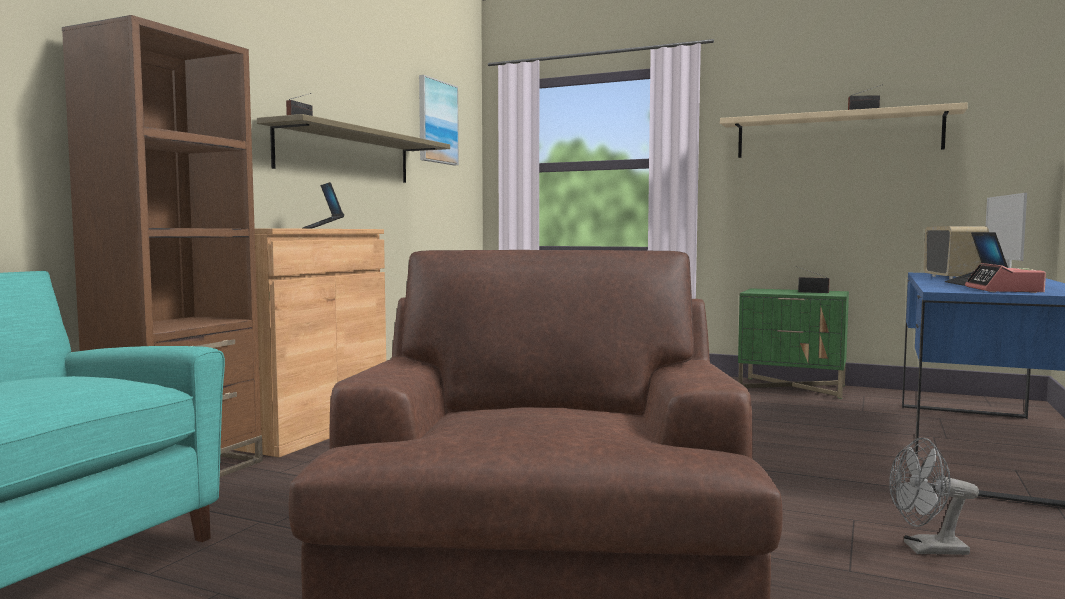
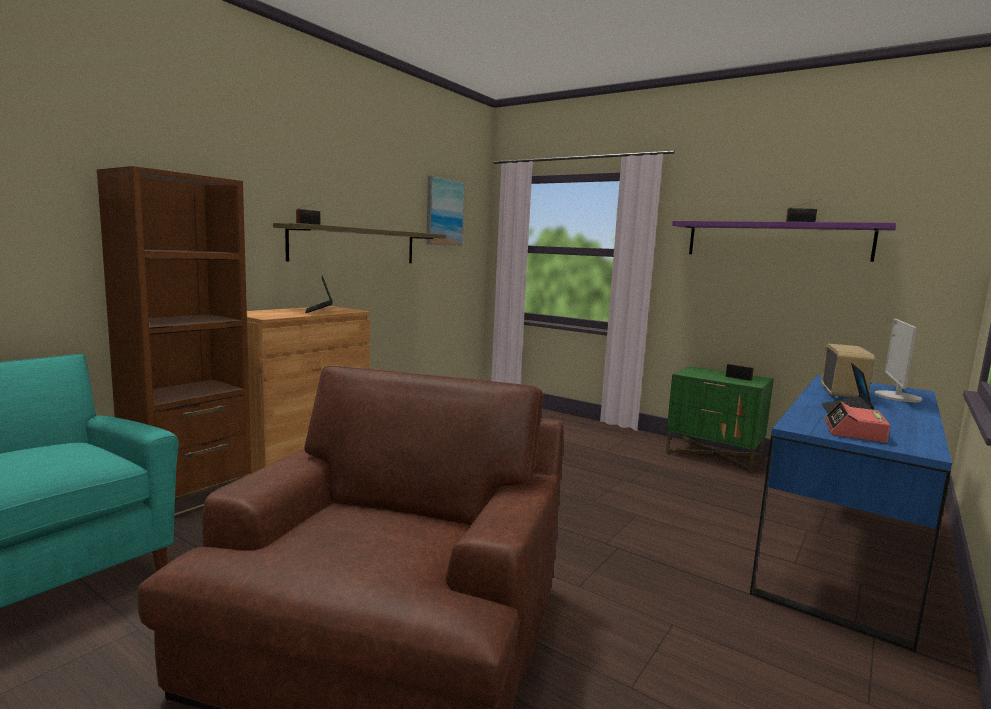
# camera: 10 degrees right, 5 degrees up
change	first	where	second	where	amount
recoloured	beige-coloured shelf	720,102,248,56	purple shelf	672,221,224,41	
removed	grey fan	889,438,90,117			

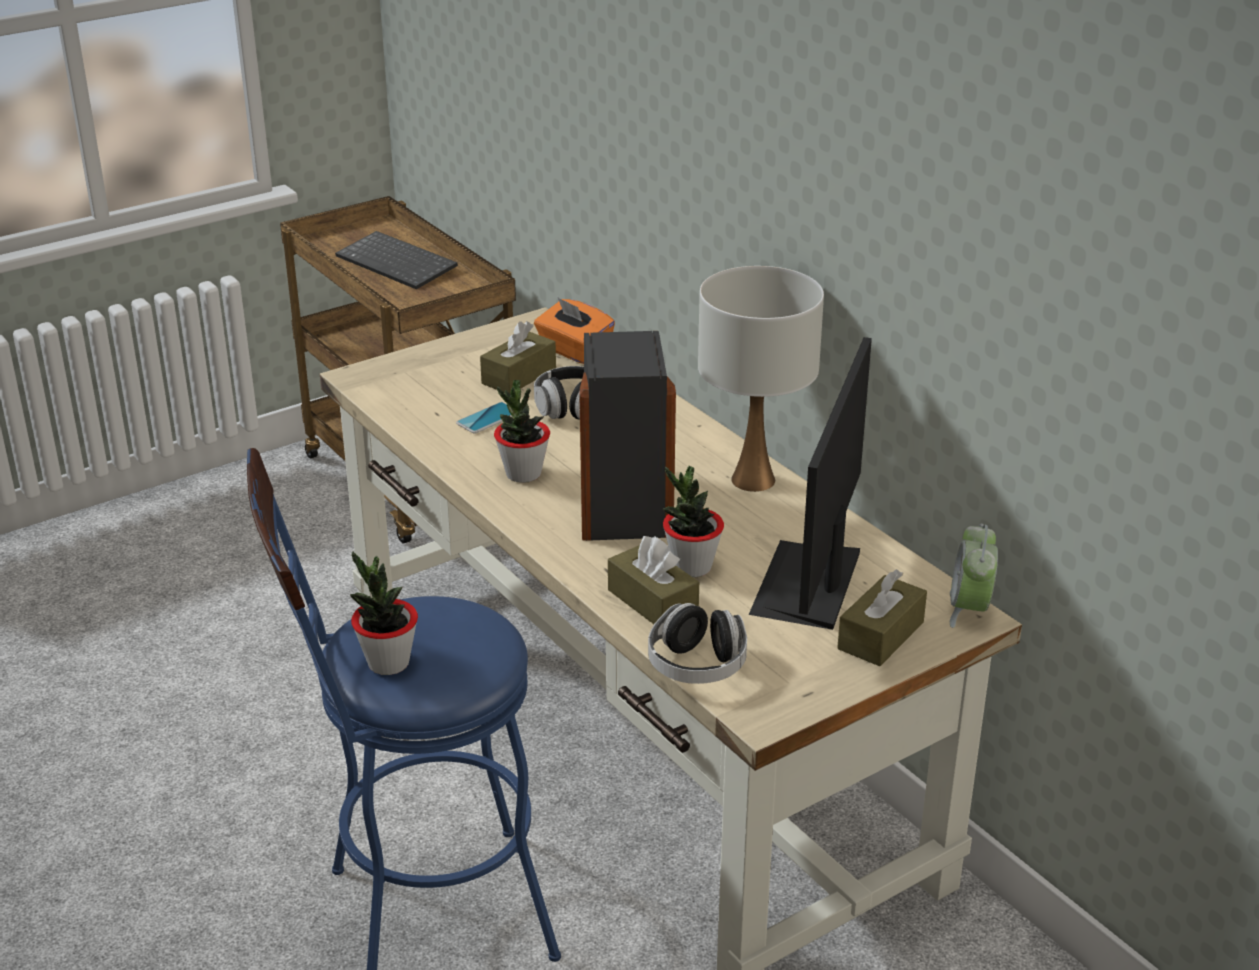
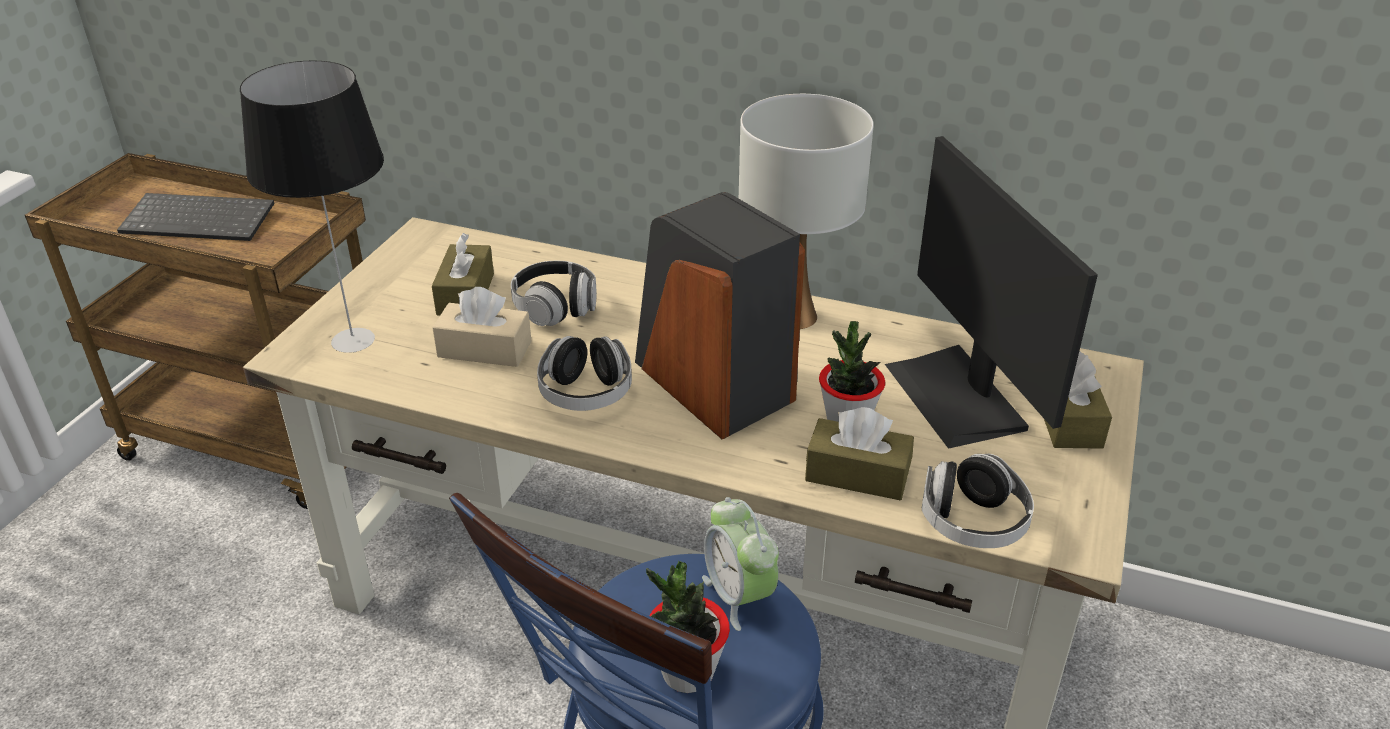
# camera: 35 degrees left, 5 degrees up
change	first	where	second	where	amount
replaced	phone	456,402,57,32	beige-coloured tissue holder	432,287,99,80	
replaced	potted plant	494,380,56,103	headset	537,336,95,75	
removed	orangey tissue holder	534,297,81,67			
moved	alarm clock	950,524,48,104		702,497,77,134	
added			table lamp	240,61,144,292	

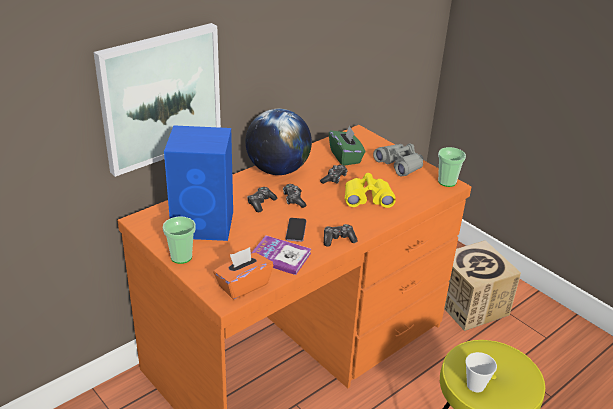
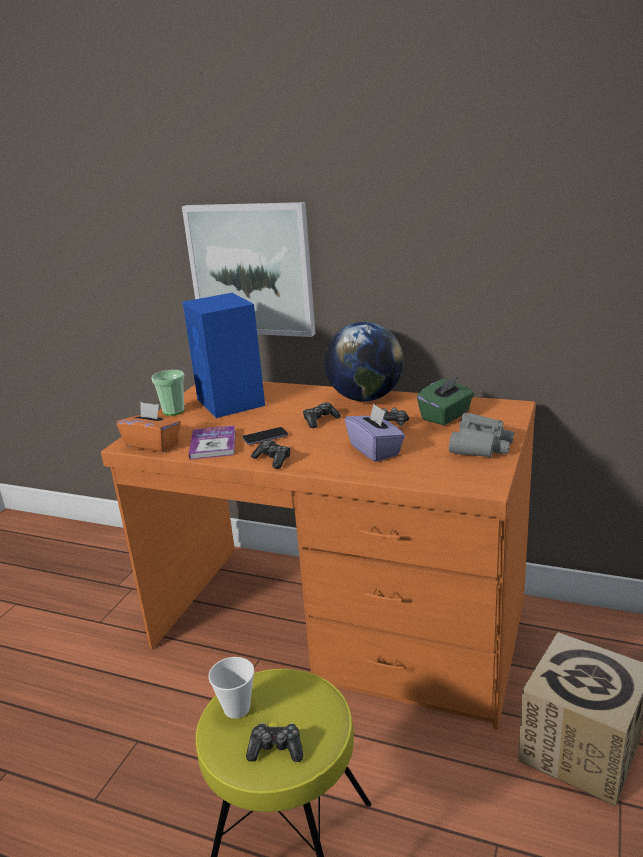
# camera: 65 degrees right, 10 degrees down
change	first	where	second	where	amount
moved	game controller	247,187,30,25		246,723,57,39	
replaced	yellowish binoculars	345,173,51,35	purple tissue holder	345,404,60,58	
removed	small cup	438,147,28,40			

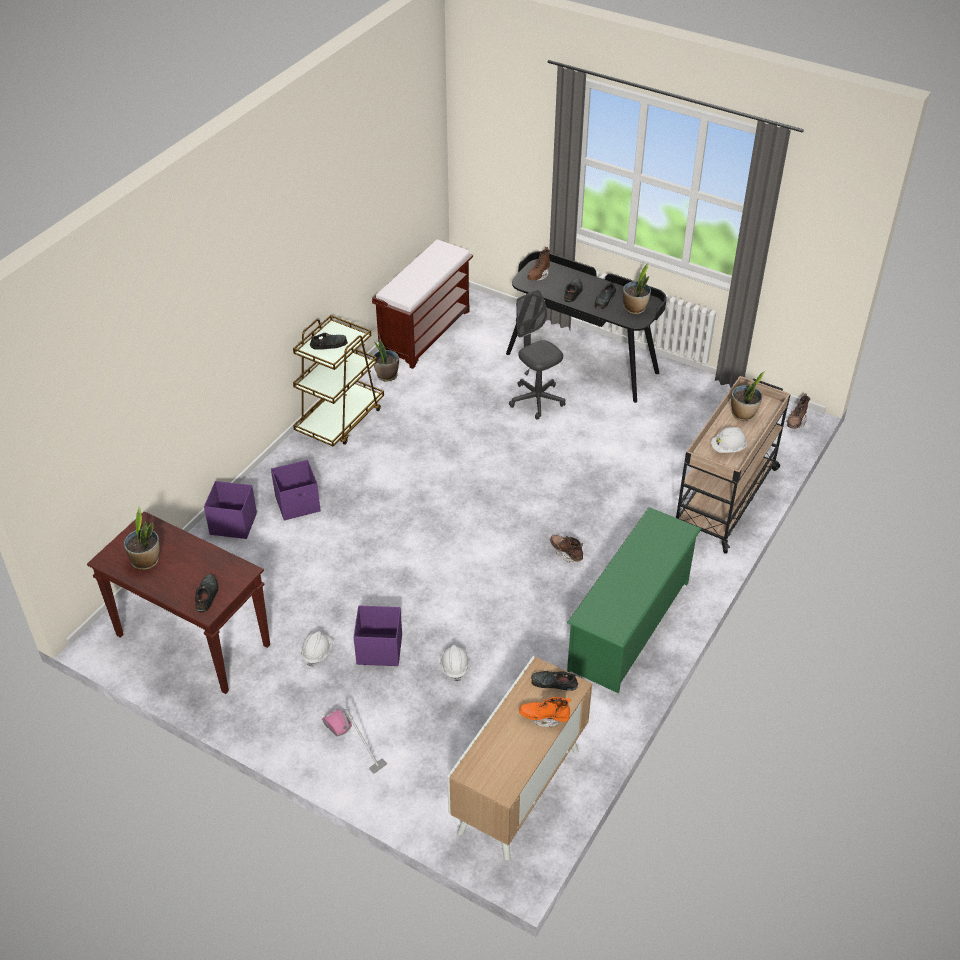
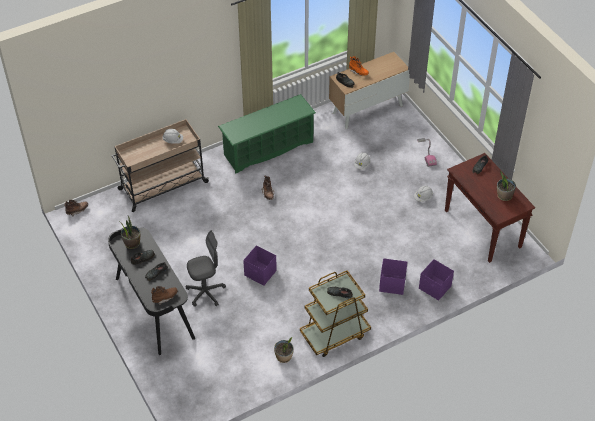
# camera: 150 degrees left, 5 degrees up
change	first	where	second	where	amount
moved	purple storage bin	354,605,48,61		243,245,34,41	
removed	brown indoor bench	372,239,101,130			
turned	grey office chair	509,290,56,130		186,230,40,77	105 degrees counterclockwise
removed	potted plant	731,371,34,50			

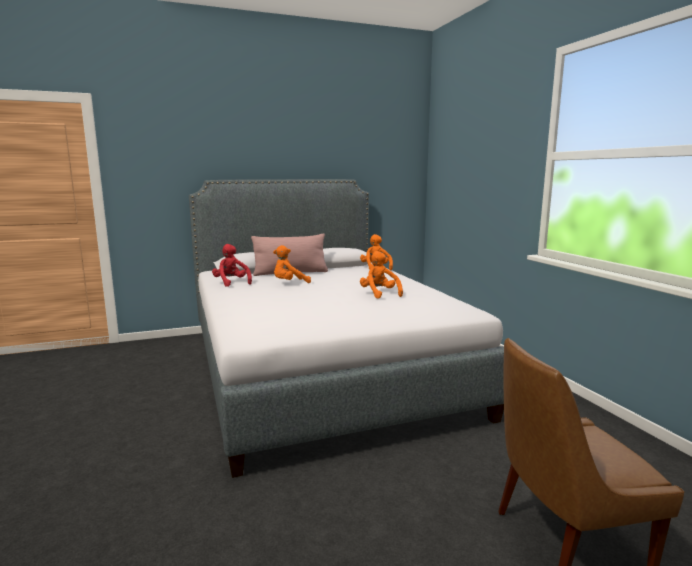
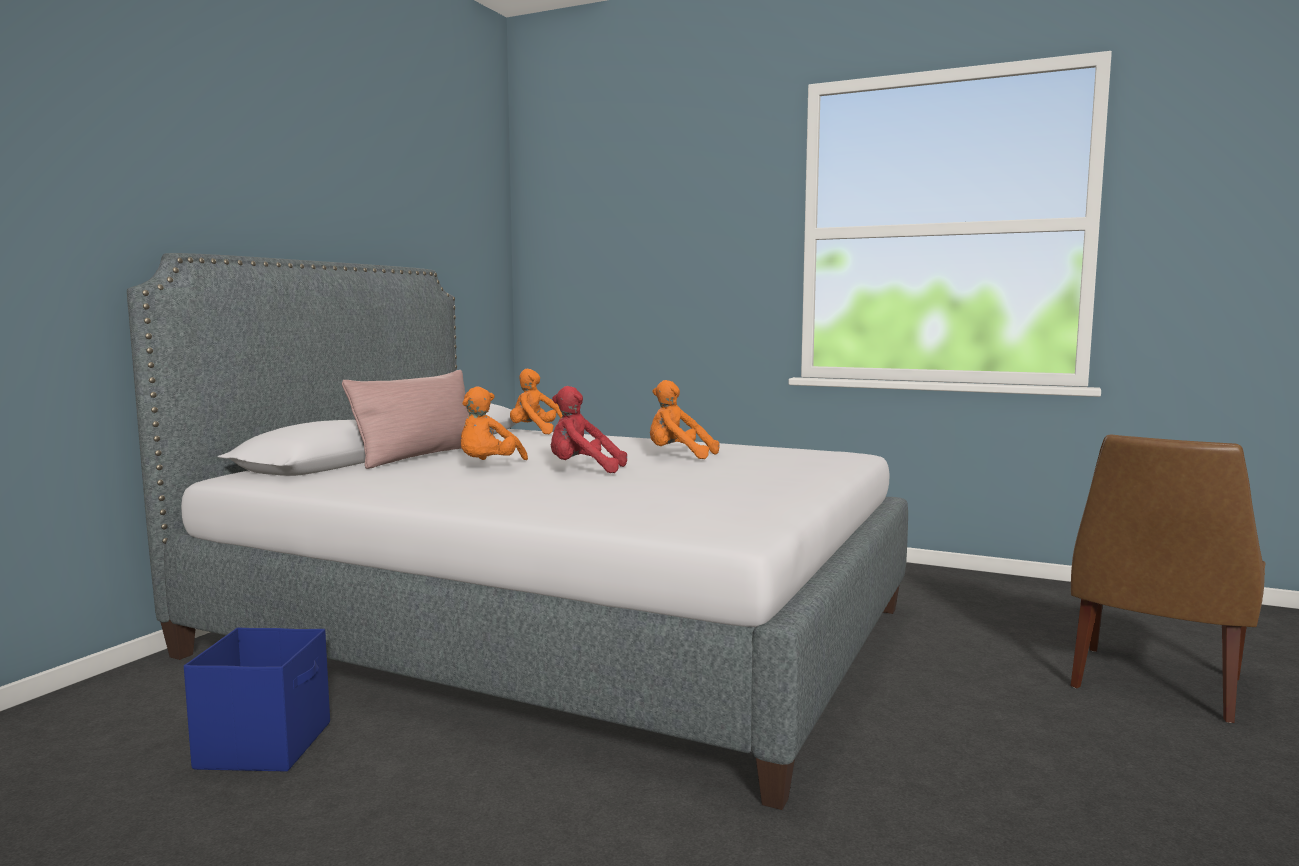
# camera: 45 degrees left, 5 degrees down
change	first	where	second	where	amount
moved	reddish cuddly toy	212,244,40,43		550,386,77,87	
added			bluish storage bin	184,628,146,144	

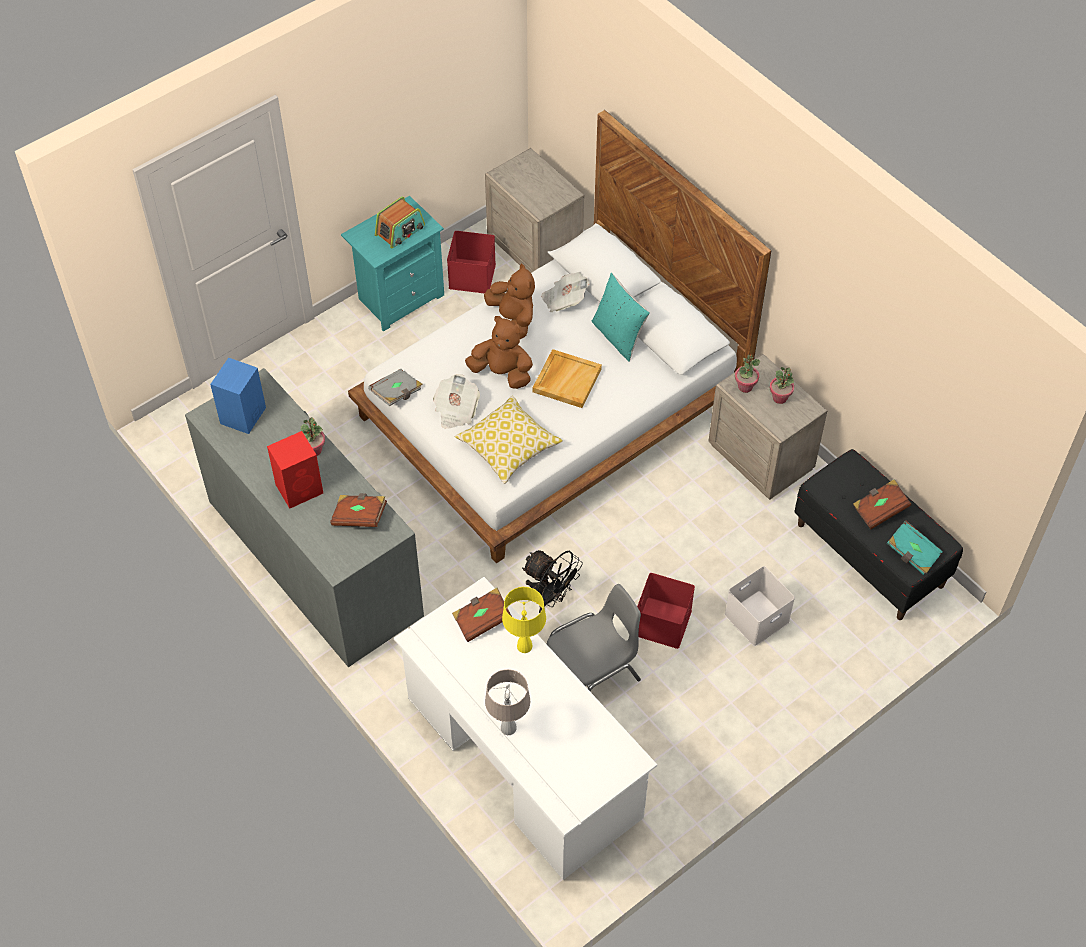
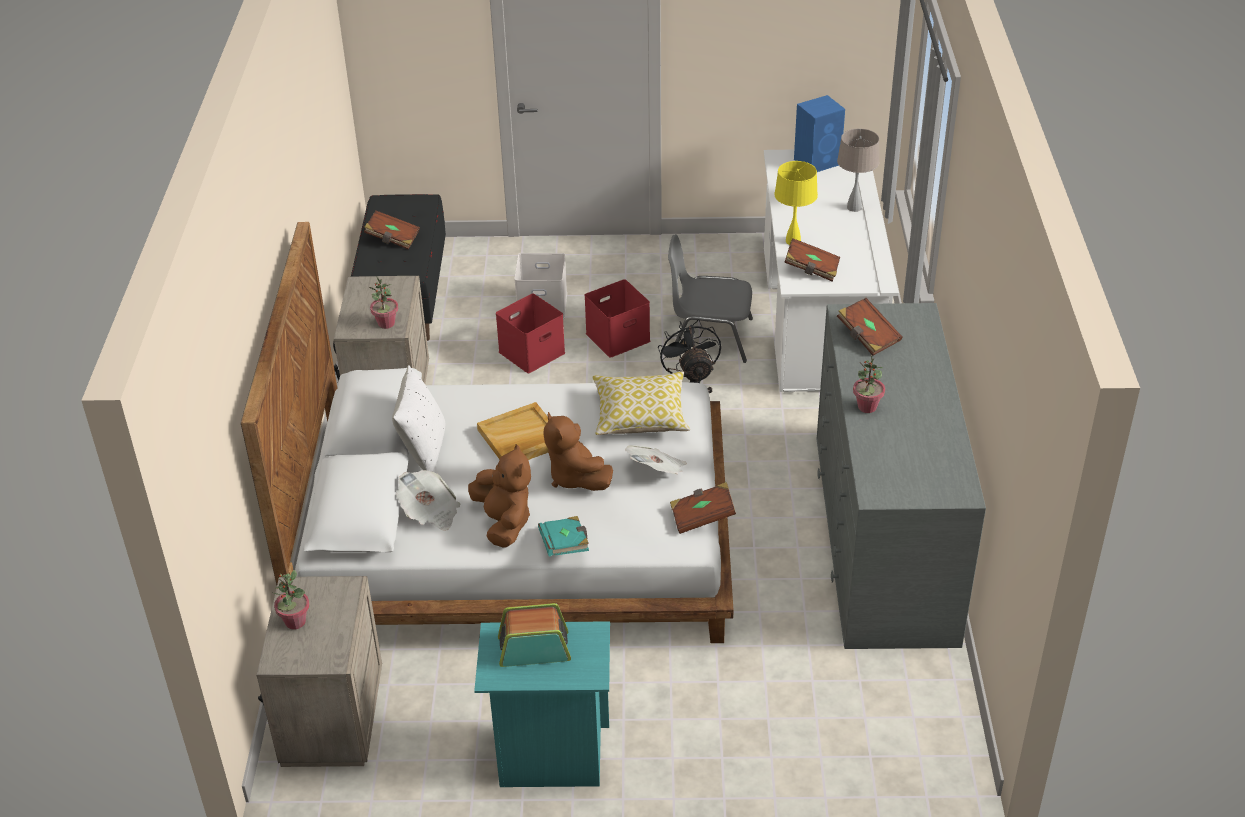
# camera: 140 degrees left, 15 degrees down
change	first	where	second	where	amount
moved	bluish audio speaker	210,358,56,76		794,95,51,77	
removed	reddish audio speaker	267,431,56,78			
recoloured	grey bound book	368,369,55,37	brown bound book	670,482,66,52	
moved	reddish storage bin	447,231,49,63		496,293,69,80	
turned	brown cuddly toy	484,264,51,75		468,444,63,104	150 degrees clockwise
recoloured	turquoise-coloured cushion	592,273,58,89	whitish cushion	392,365,54,107	
moved	potted plant	770,367,24,37		274,570,36,60	
moved	turquoise-coloured bound book	887,520,56,55		538,516,51,40	

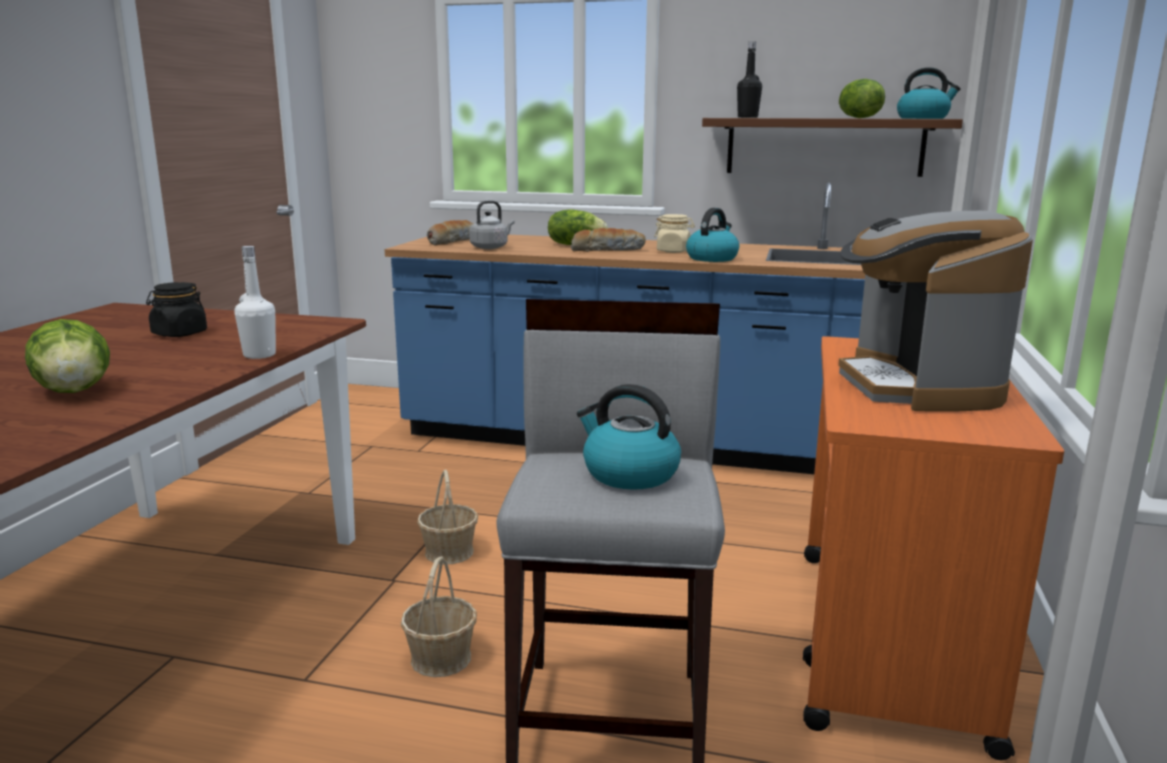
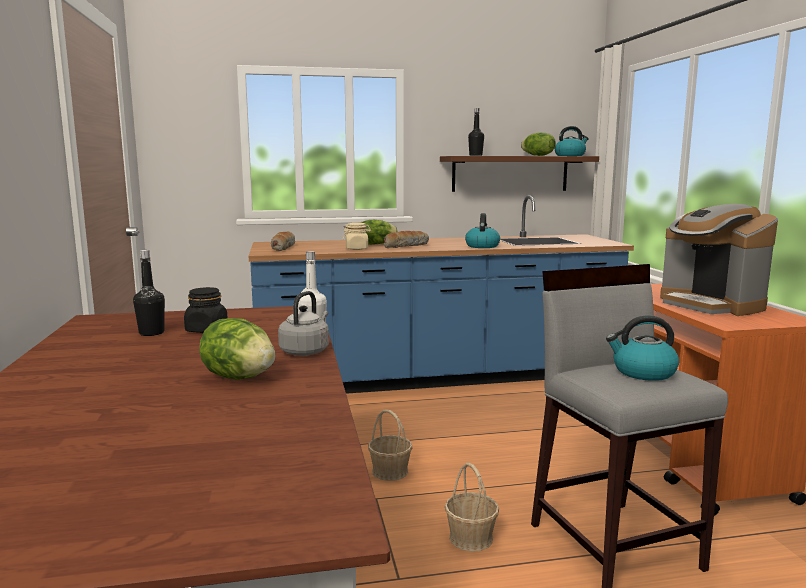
# camera: 25 degrees left, 5 degrees down
change	first	where	second	where	amount
moved	grey water kettle	469,201,46,48		278,291,51,65	
moved	beige-coloured storage jar	654,214,41,39		343,223,28,27	
added			black-coloured drink bottle	133,250,32,86	

